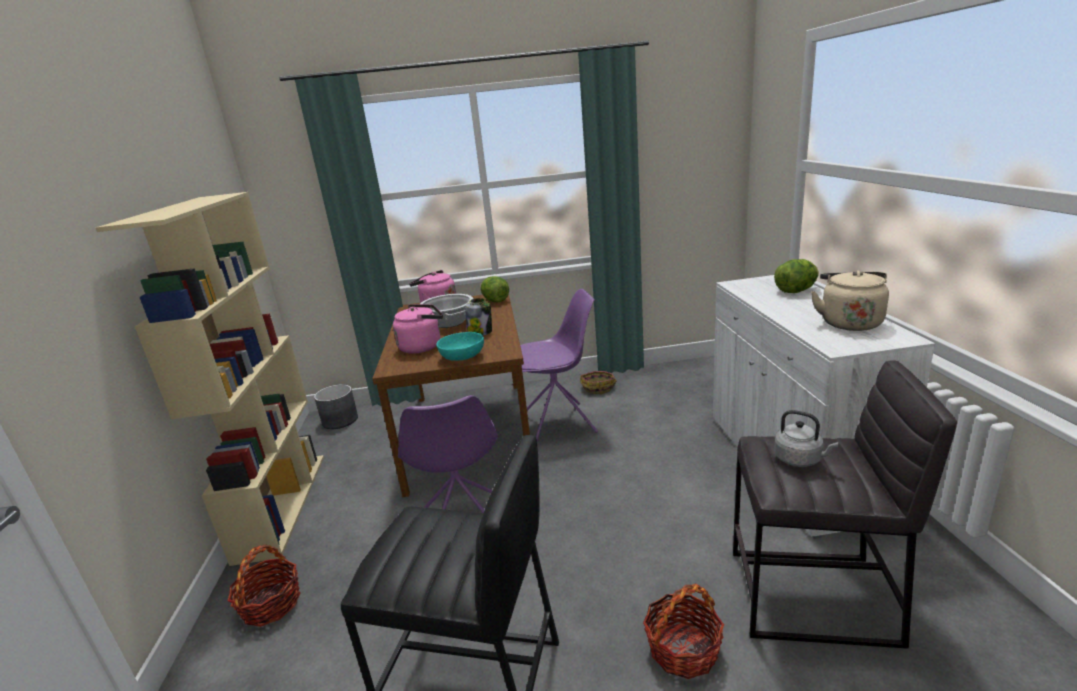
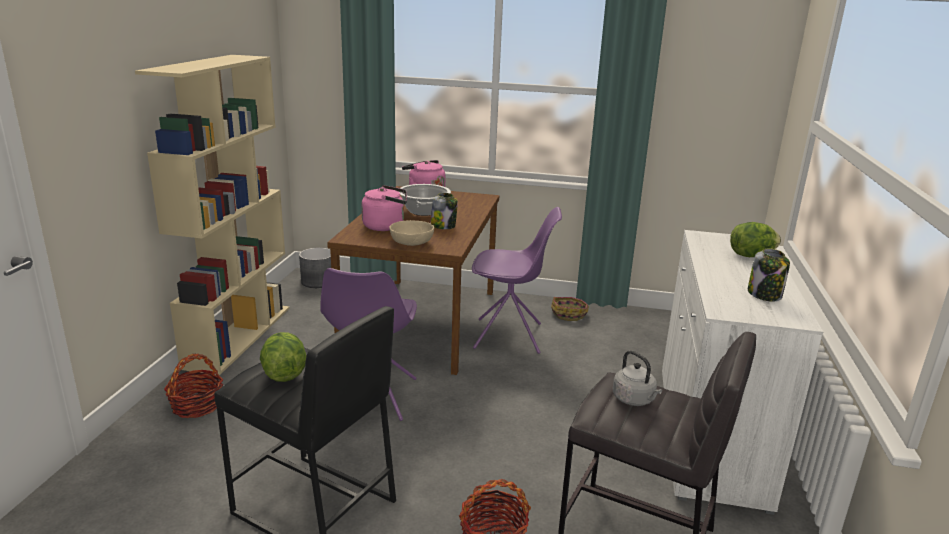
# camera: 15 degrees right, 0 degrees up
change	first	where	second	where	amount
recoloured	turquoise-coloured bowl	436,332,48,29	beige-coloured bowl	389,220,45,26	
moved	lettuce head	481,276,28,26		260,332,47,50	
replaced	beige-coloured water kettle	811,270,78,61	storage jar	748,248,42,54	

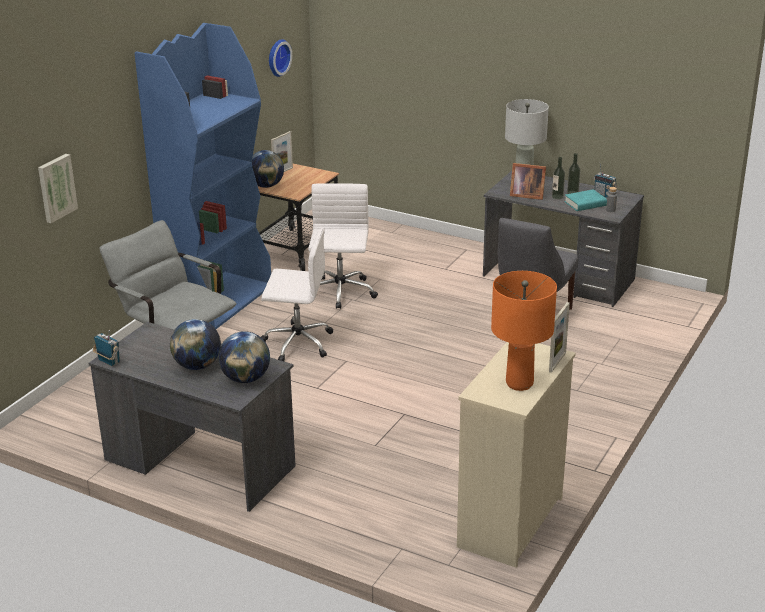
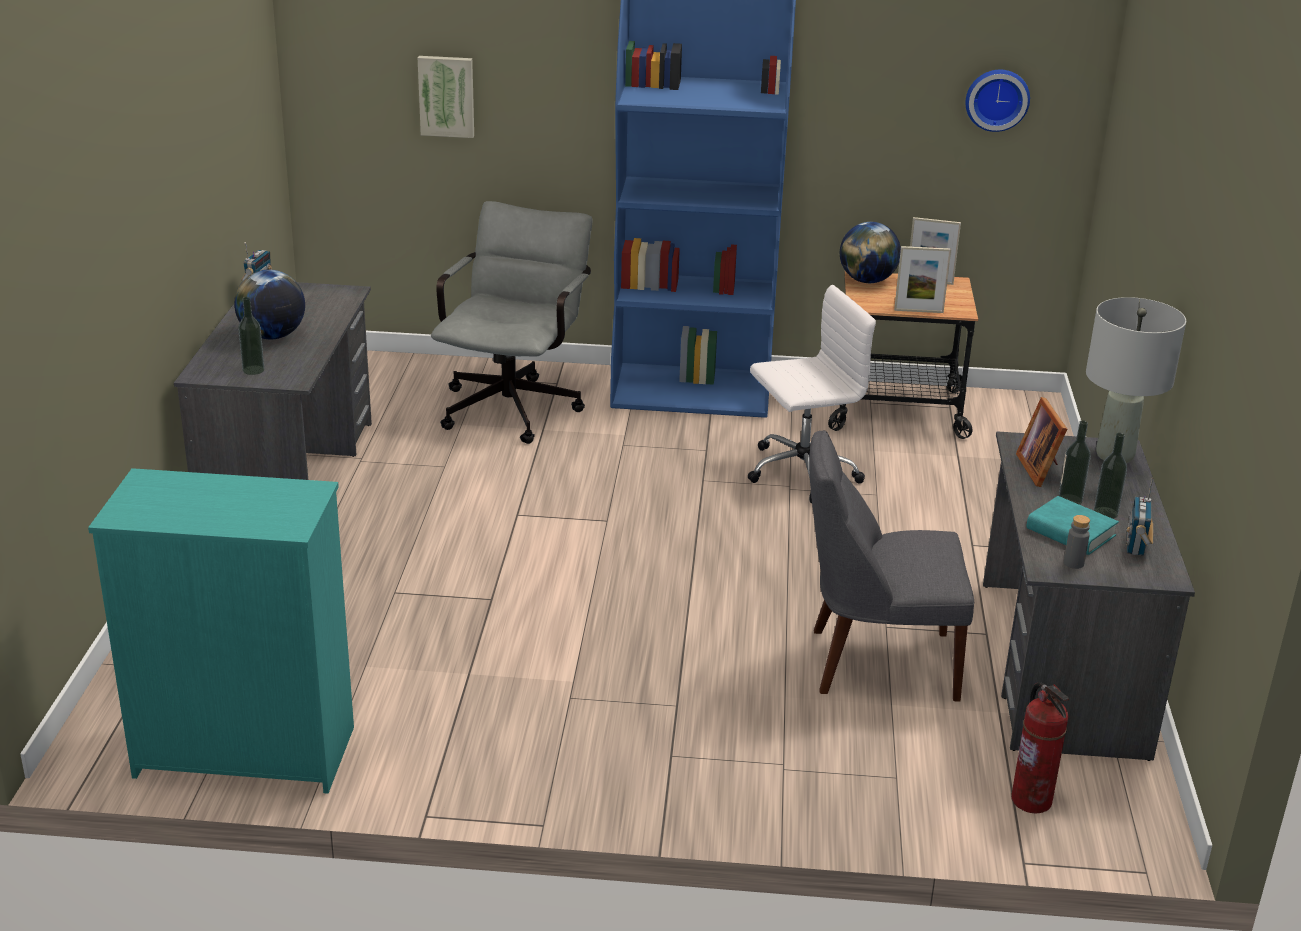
# camera: 65 degrees right, 0 degrees up
change	first	where	second	where	amount
replaced	desk globe	218,331,52,52	drink bottle	238,297,26,78	
removed	whitish office chair	261,228,72,133			
recoloured	beige-coloured chest of drawers	457,342,119,226	turquoise-coloured chest of drawers	88,468,266,326	
removed	orangey table lamp	491,271,66,120			
moved	photo frame	549,302,21,71		894,246,57,67	
added			fire extinguisher	1011,682,58,131	

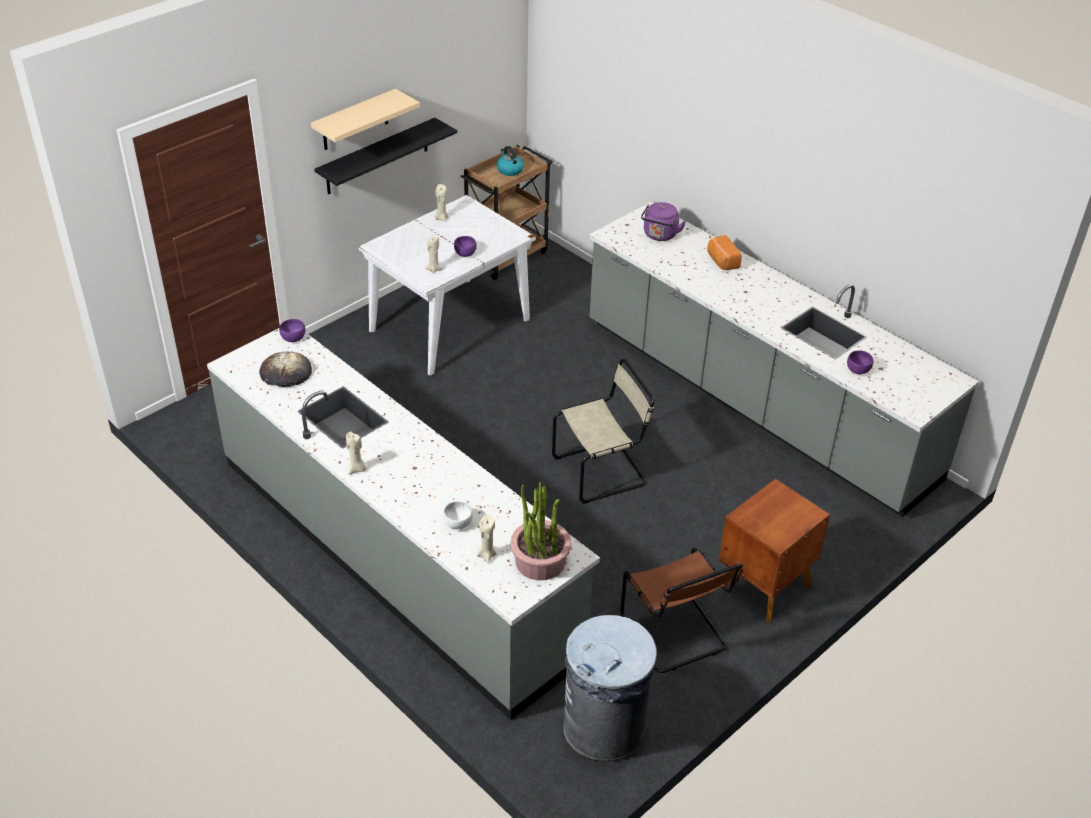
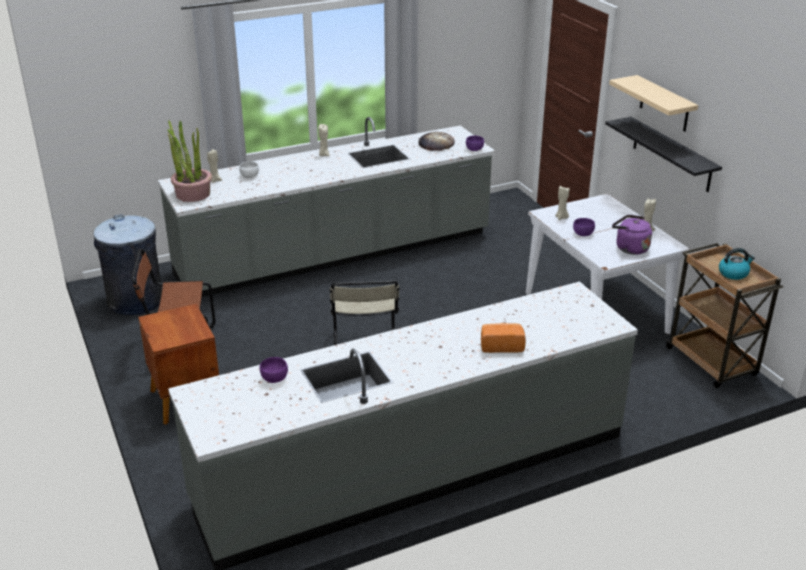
# camera: 110 degrees right, 10 degrees down
change	first	where	second	where	amount
moved	purple water kettle	641,202,45,39		612,215,40,40	

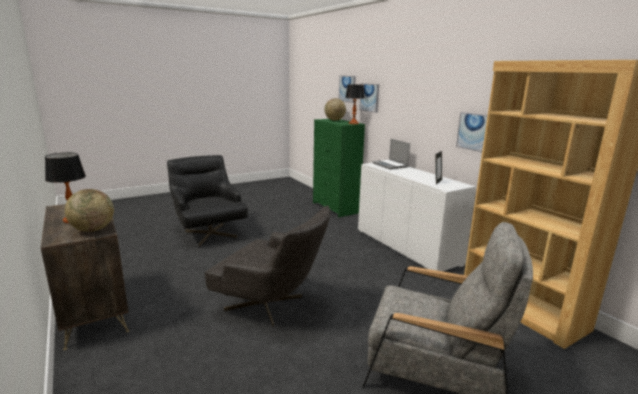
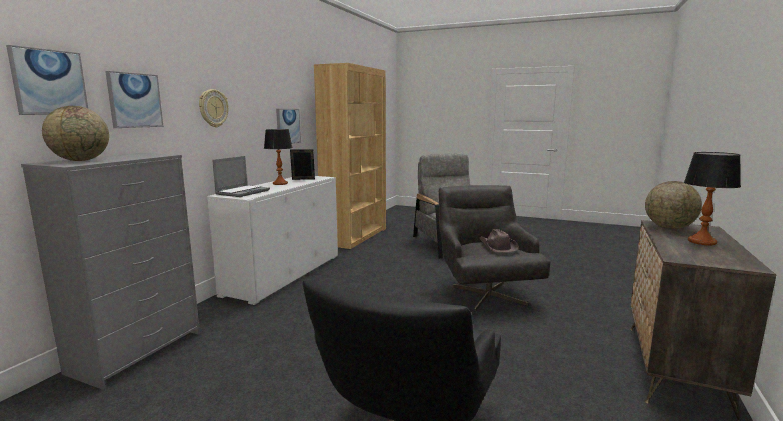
# camera: 125 degrees left, 5 degrees down
change	first	where	second	where	amount
recoloured	green-coloured chest of drawers	313,119,52,98	grey chest of drawers	21,153,179,237	
moved	table lamp	345,84,20,40		264,129,29,56	
added			clock on the wall	199,89,29,39	
added			brown clothing hat	480,229,39,24	

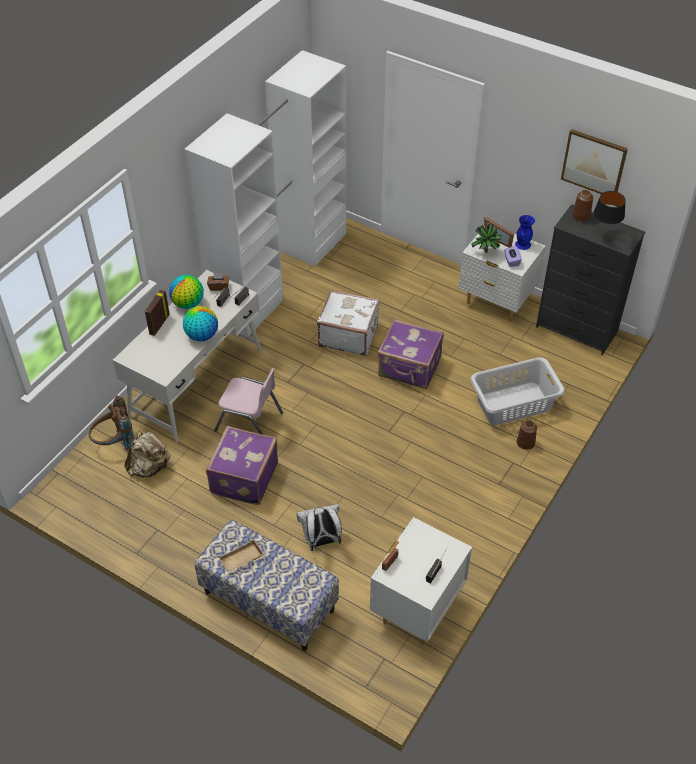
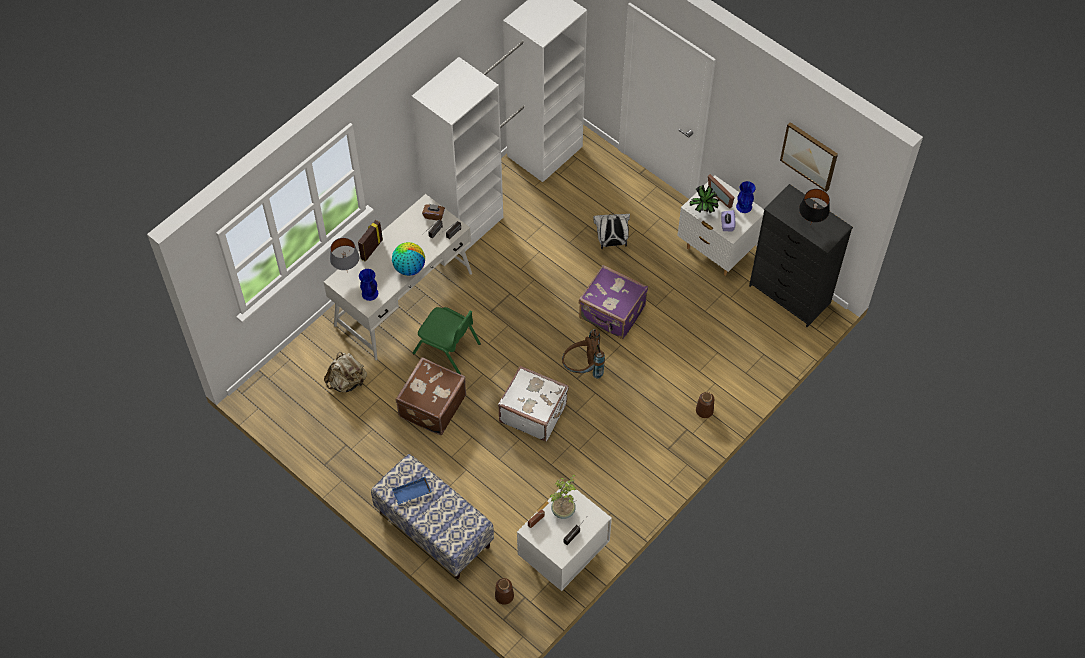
# camera: 10 degrees right, 10 degrees up
change	first	where	second	where	amount
moved	brown backpack	89,395,46,56		562,329,43,50	
removed	desk globe	169,275,35,34			
recoloured	purple travel case	206,426,72,79	brown travel case	396,357,70,78	
recoloured	pink-coloured chair	214,368,69,67	green-coloured chair	413,307,68,67	
recoloured	beige-coloured serving tray	219,539,45,34	bluish serving tray	392,476,40,29	
moved	whitish backpack	297,504,45,47		593,214,37,35	
moved	whitish travel case	317,290,63,66		498,365,71,76	
removed	grey laundry basket	470,357,95,68			
moved	brown flower vase	572,190,21,32		495,578,19,27	
added			grey table lamp	330,238,30,35	
added			bluish flower vase	359,269,19,32	
added			potted plant	550,475,27,44	

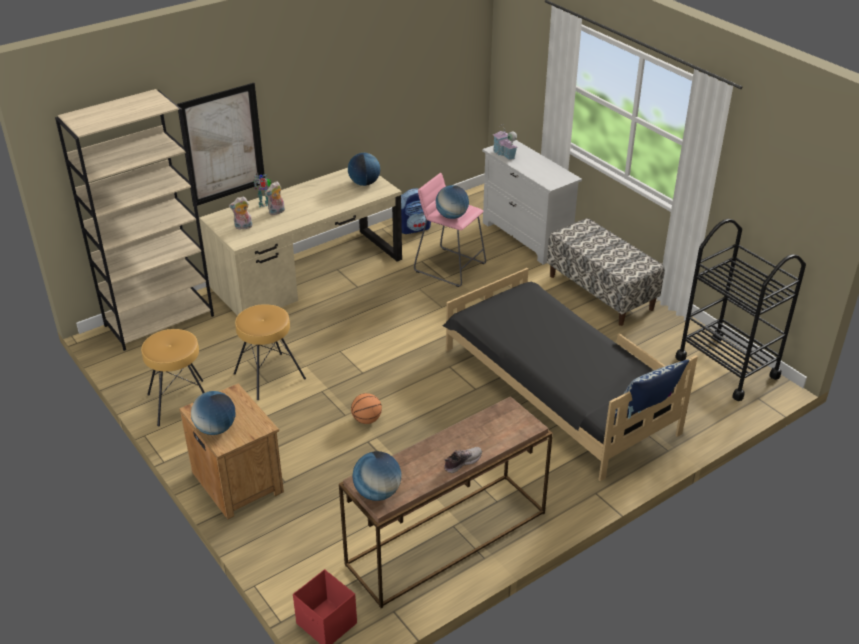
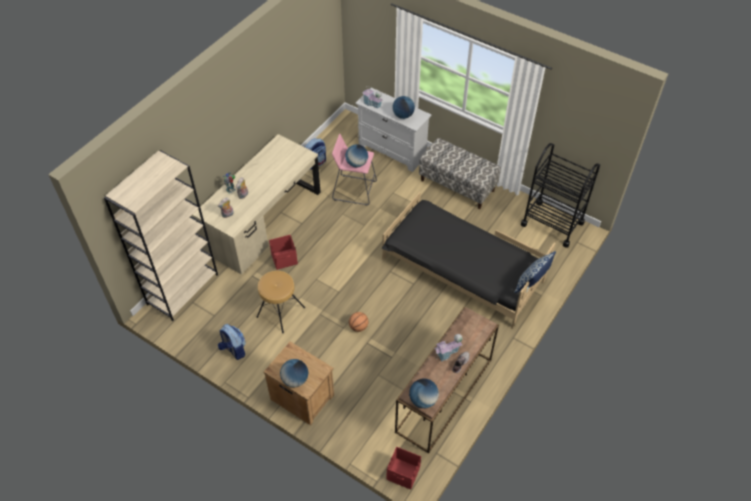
# camera: 20 degrees left, 15 degrees up
change	first	where	second	where	amount
replaced	brown sitting stool	141,329,64,97	backpack	218,324,28,36	
removed	wall picture	177,83,88,124			
moved	desk globe	348,153,32,33		392,96,23,23	
added			reddish storage bin	269,235,29,35	
added			toy house	434,334,28,27	

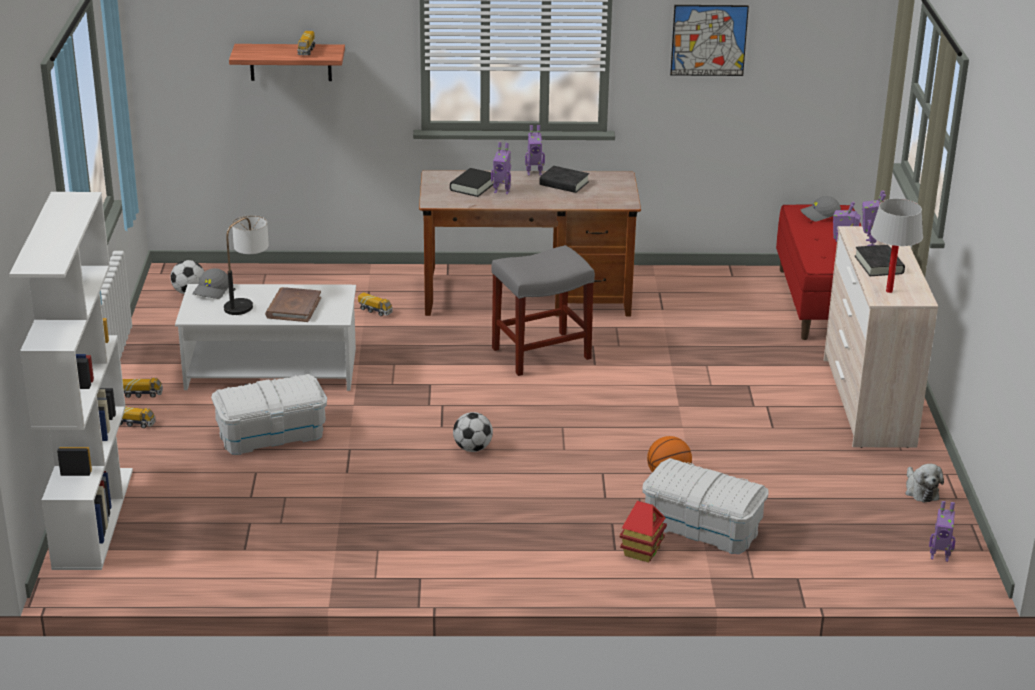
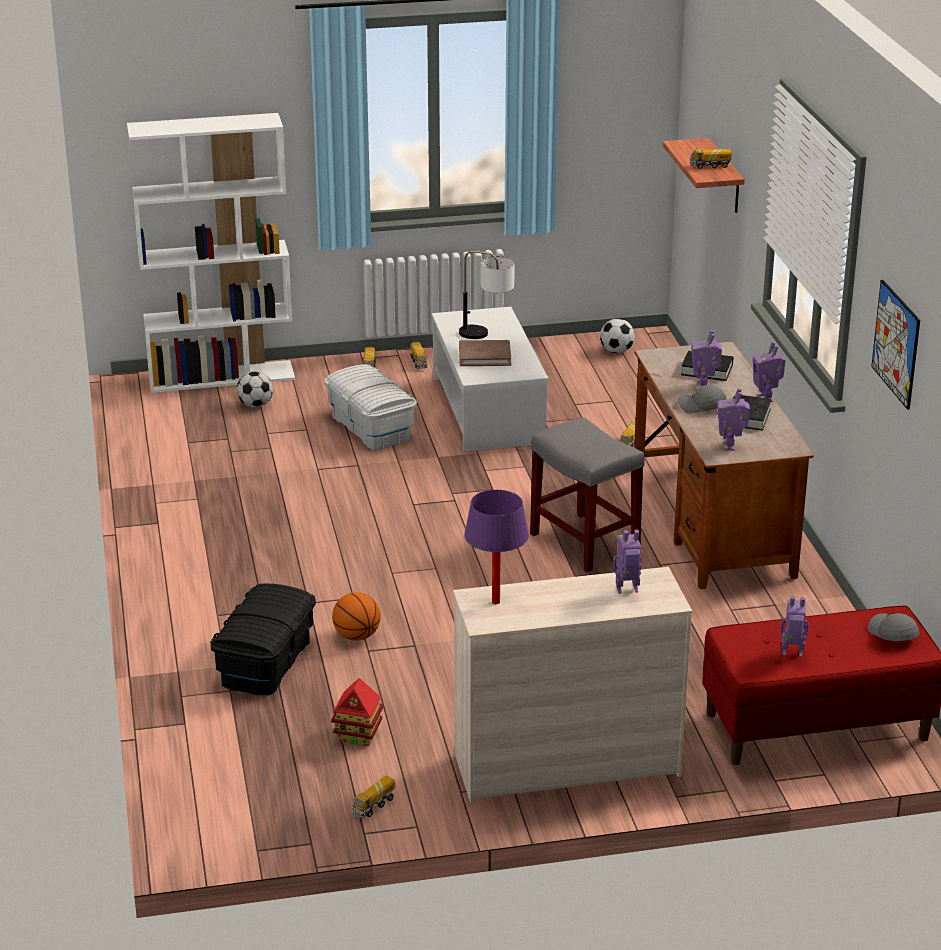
# camera: 80 degrees right, 0 degrees up
change	first	where	second	where	amount
moved	grey baseball cap	192,268,37,31		677,385,50,29	
moved	ball for football	453,412,40,40		237,371,36,36	
moved	toy house	619,501,48,62		331,678,53,68	
recoloured	whitish storage bin	642,458,126,96	black-coloured storage bin	210,583,106,112	
removed	black-coloured bound book	855,245,50,31			
recoloured	whitish table lamp	871,198,52,95	purple table lamp	464,490,65,114	
replaced	cuddly toy	905,464,39,39	toy truck	352,775,43,44	
moved	model robot	929,501,27,61		717,388,33,63	

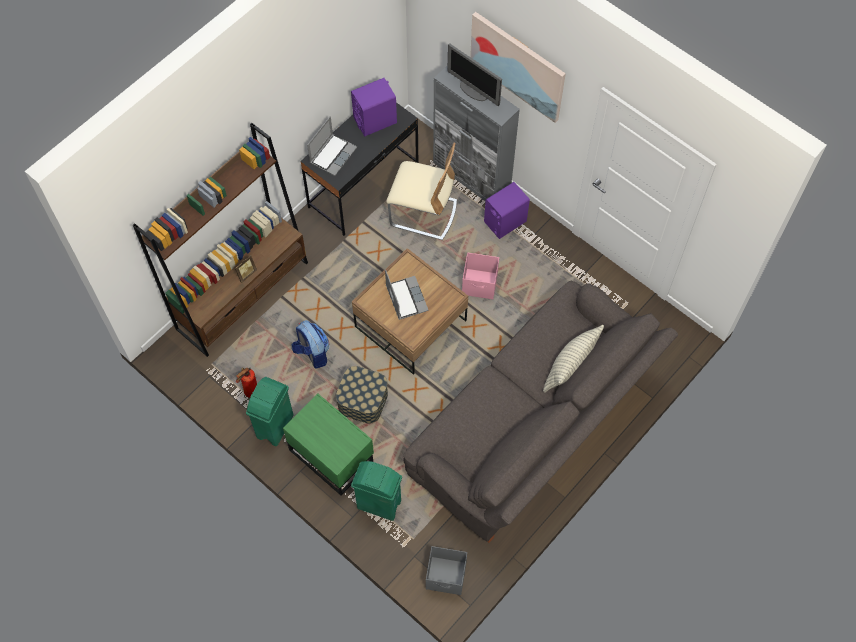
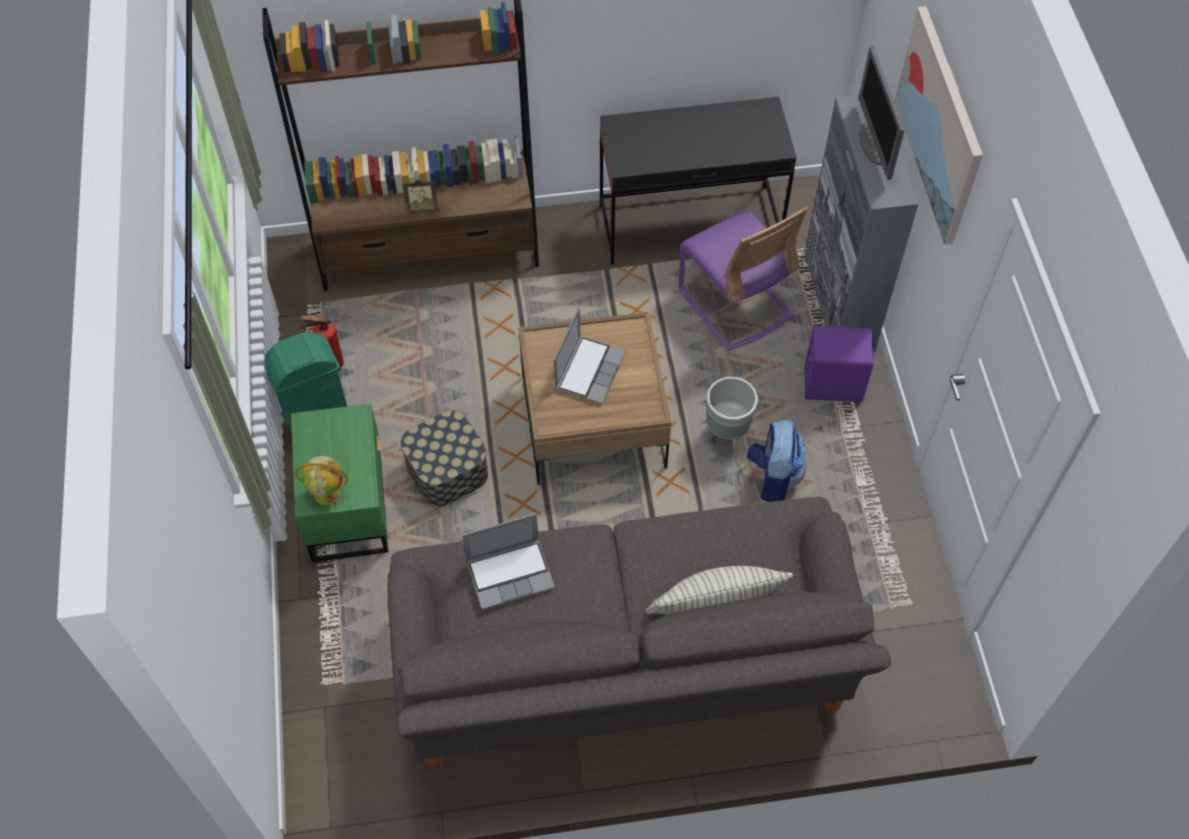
# camera: 40 degrees right, 5 degrees down
change	first	where	second	where	amount
moved	backpack	292,320,37,49		747,420,59,82	
moved	laptop	307,116,50,60		462,513,93,97	
removed	purple audio speaker	351,78,46,58			
removed	green-coloured trash can	351,461,51,60			
recoloured	beige-coloured chair	386,143,71,97	purple chair	679,206,129,145	
removed	grey storage bin	426,546,41,49			
replaced	pink-coloured storage bin	462,253,37,46	grey plant pot	703,377,55,79	
added			desk globe	295,456,53,49	

